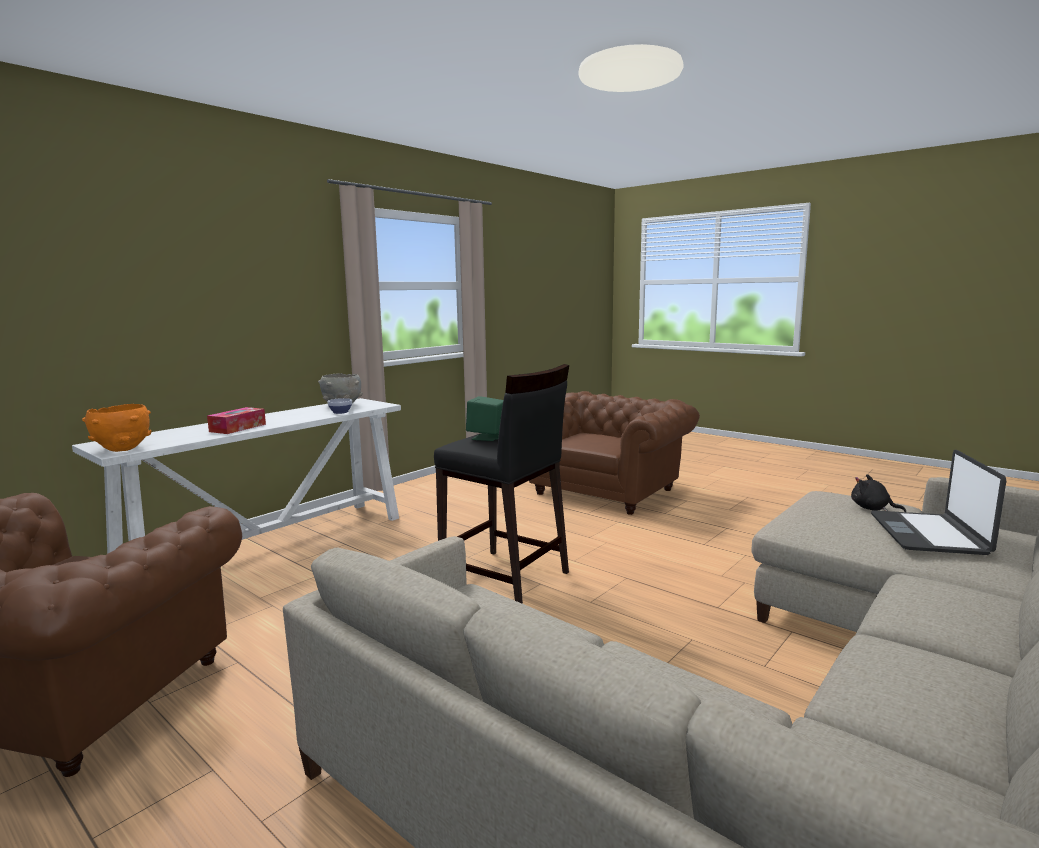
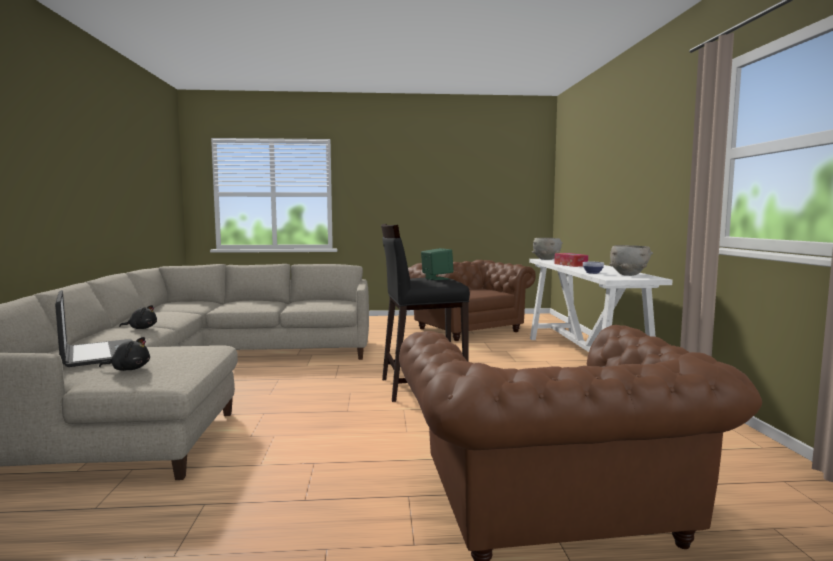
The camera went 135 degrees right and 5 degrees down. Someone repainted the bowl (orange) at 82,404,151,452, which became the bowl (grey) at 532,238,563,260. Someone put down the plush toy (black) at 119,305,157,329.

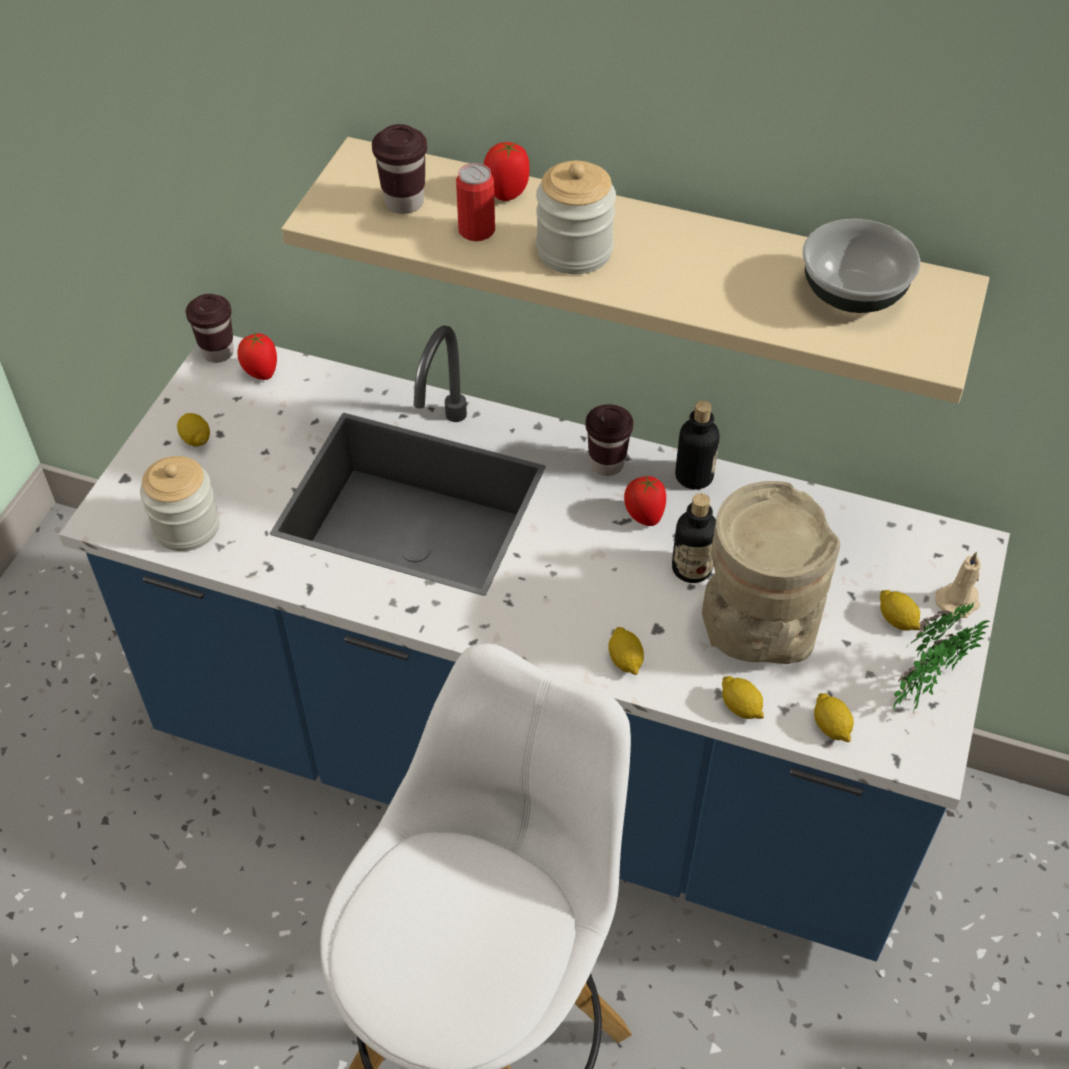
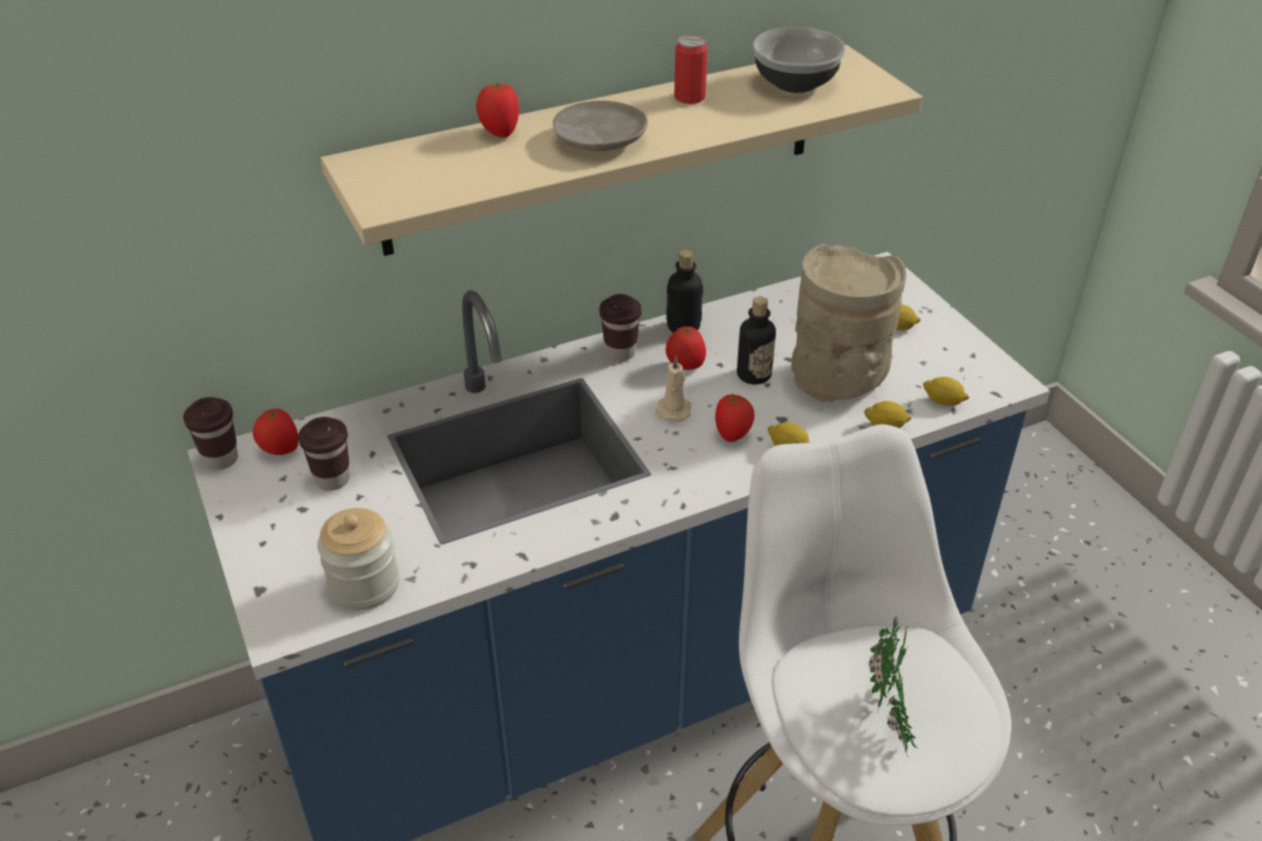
The camera went 45 degrees left and 10 degrees down. Someone took away the lemon at 177,413,210,447. Someone carried the cup (brown) from 372,124,427,214 to 298,417,350,491. Someone carried the can from 456,163,495,241 to 674,35,708,104. Someone swapped the jar at 536,161,616,274 for the plate (beige) at 553,101,648,151. Someone carried the potted plant from 893,601,990,712 to 868,616,917,757. Someone carried the candle (beige) from 935,552,981,618 to 655,355,691,422. Someone put down the tomato at 715,393,755,442.

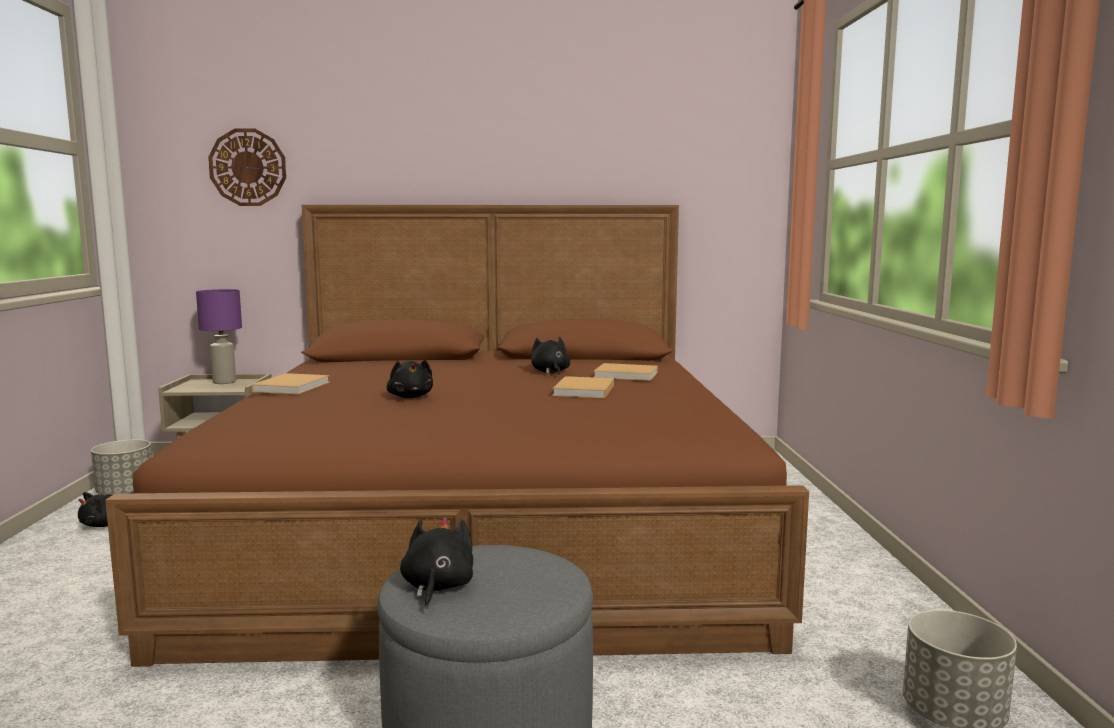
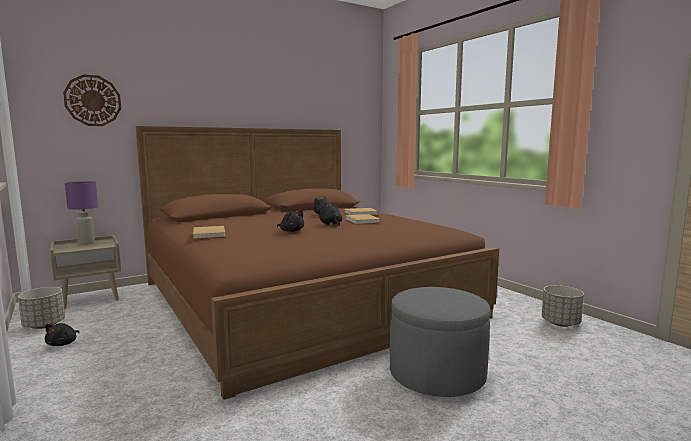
The camera went 30 degrees left and 0 degrees up. Someone carried the plush toy (black) from 400,518,473,609 to 320,204,342,226.

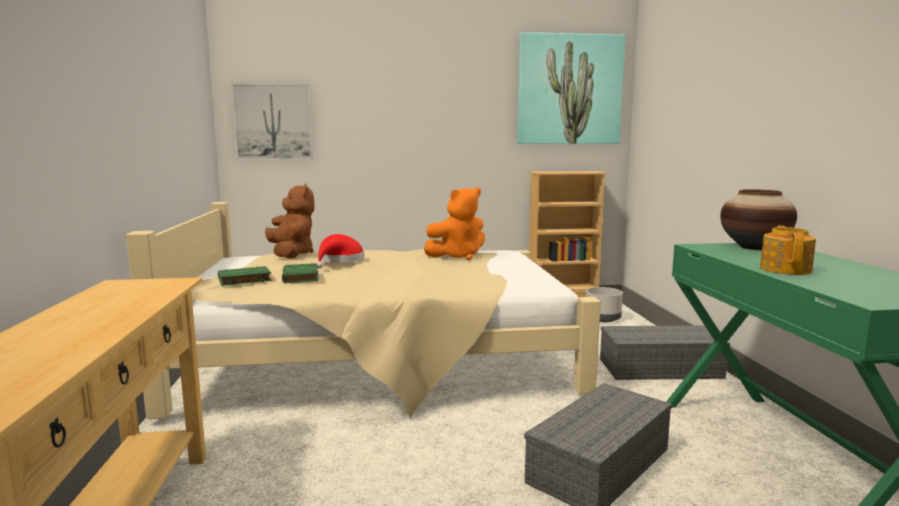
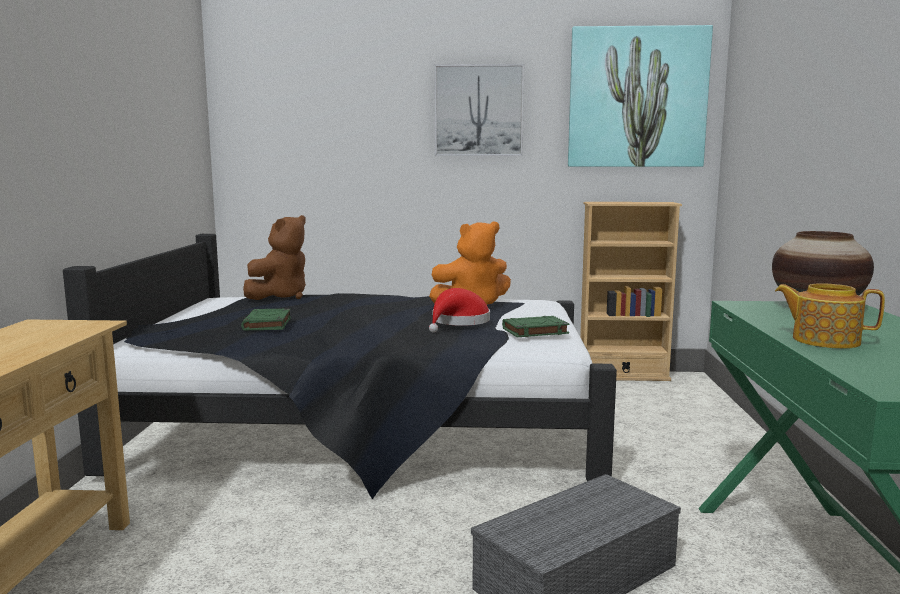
The camera went 10 degrees right and 0 degrees up. Someone repainted the bed (beige) at 126,202,601,419, which became the bed (black) at 63,234,617,499. Someone carried the book (green) from 218,266,272,286 to 502,316,570,337. Someone carried the picture from 231,83,313,160 to 434,64,524,156. Someone rotated the plush toy (brown) at 265,184,315,258 by 45 degrees clockwise. Someone carried the hat (red) from 317,234,364,268 to 429,288,490,333. Someone took away the planter (grey) at 586,287,623,322. Someone took away the storage box (grey) at 600,325,730,380. Someone rotated the teapot at 760,226,816,275 by 90 degrees counterclockwise.

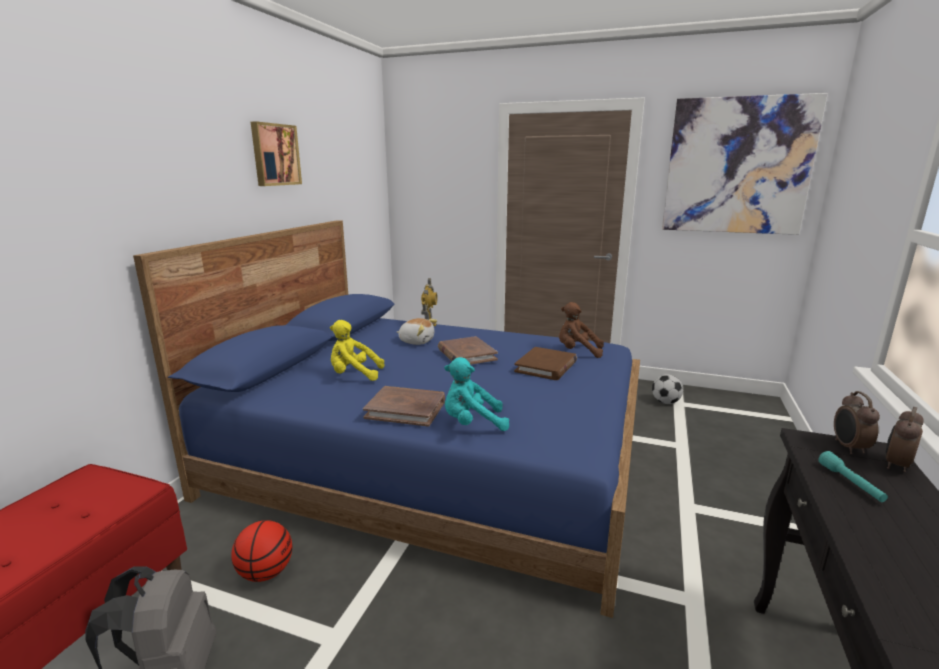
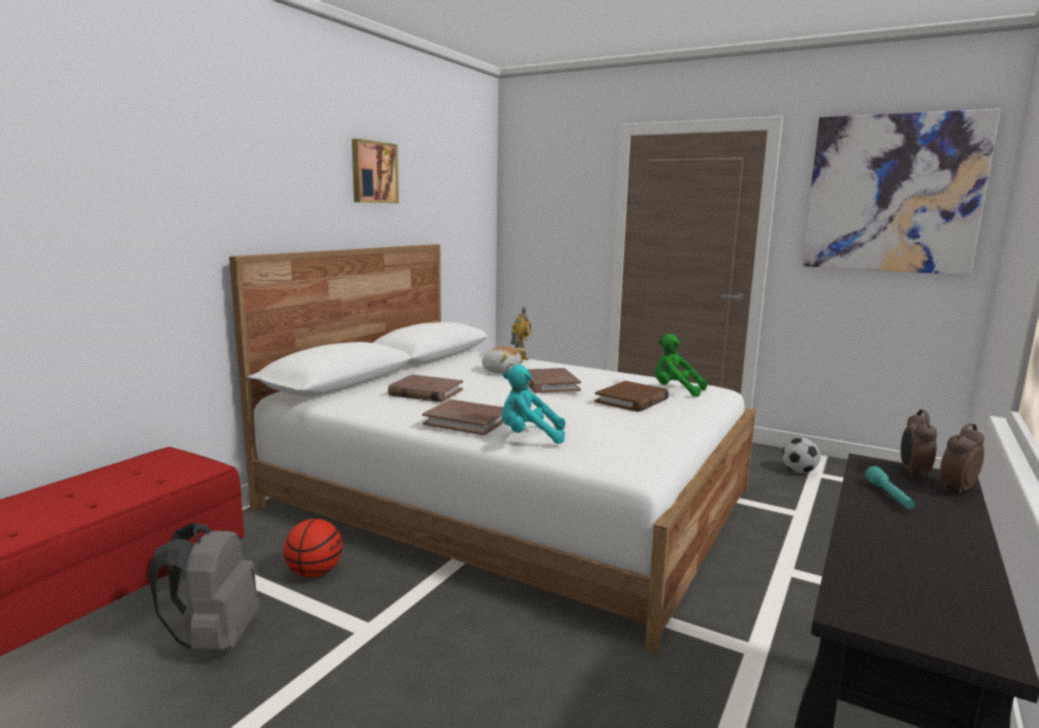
The camera went 10 degrees right and 5 degrees down. Someone repainted the bed (blue) at 133,220,640,618, which became the bed (white) at 229,244,756,653. Someone swapped the plush toy (yellow) at 330,320,385,381 for the book (brown) at 388,375,463,402. Someone repainted the plush toy (brown) at 559,302,604,358, which became the plush toy (green) at 655,334,707,397.

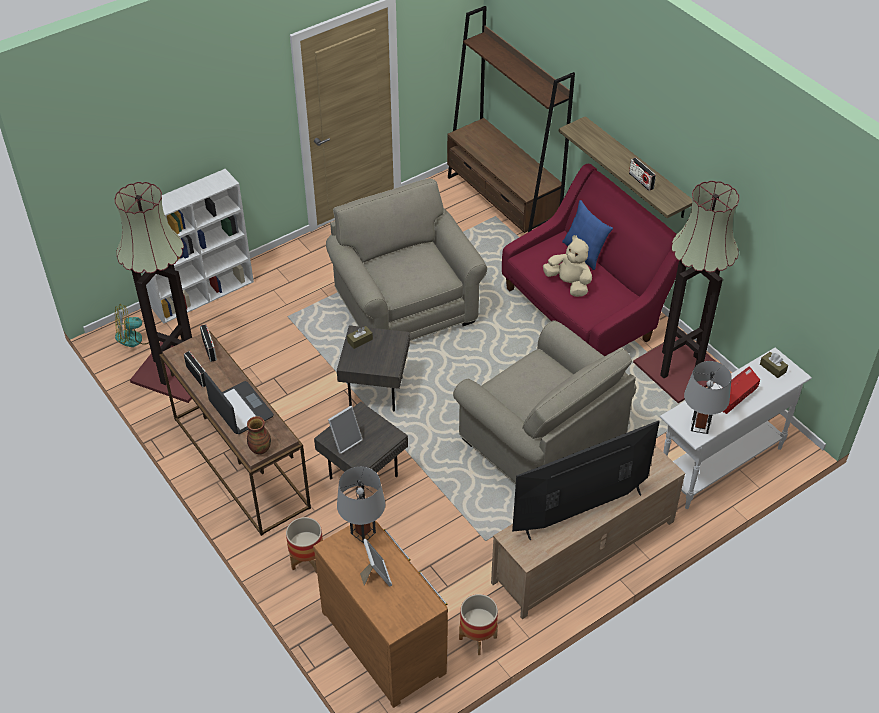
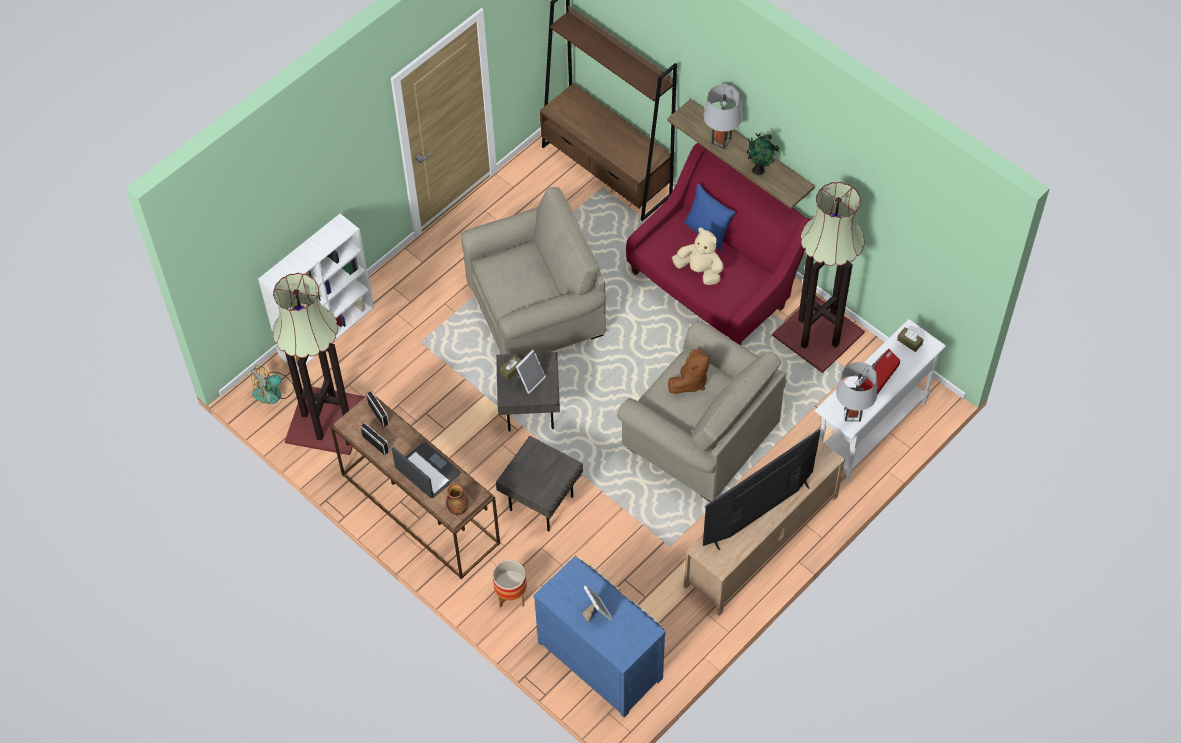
The camera went 10 degrees left and 10 degrees up. Someone repainted the dresser (brown) at 313,521,448,708, which became the dresser (blue) at 534,556,666,717. Someone rotated the armchair (beige) at 326,178,487,341 by 105 degrees clockwise. Someone carried the picture frame from 328,406,363,454 to 516,350,546,394. Someone carried the table lamp (grey) from 337,466,385,543 to 703,84,743,149. Someone took away the planter at 459,594,498,655. Someone swapped the radio at 629,158,656,191 for the potted plant at 747,133,779,175. Someone put down the plush toy (brown) at 668,349,710,394.

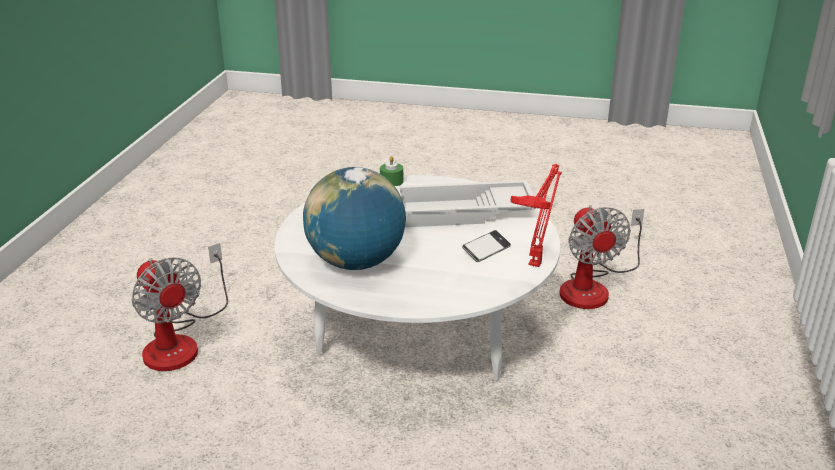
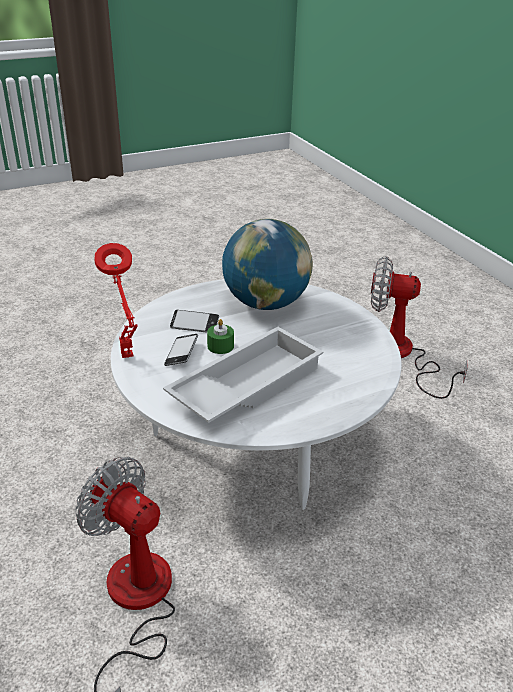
The camera went 140 degrees right and 5 degrees up. Someone carried the candle (green) from 380,156,403,186 to 207,319,234,354. Someone put down the phone at 170,310,219,333.

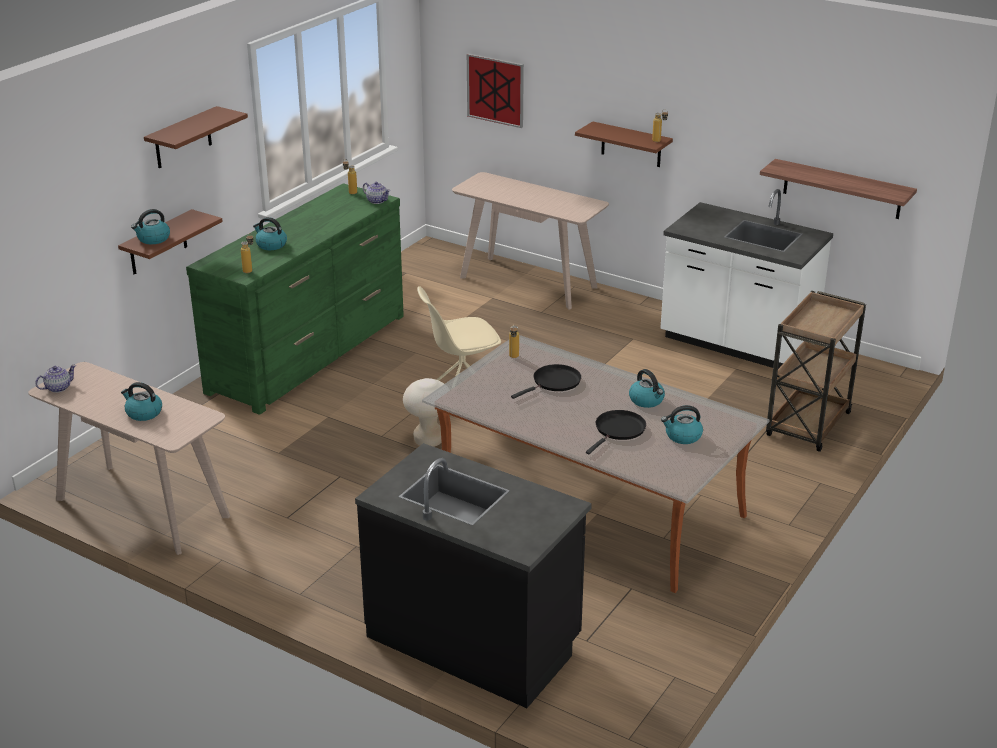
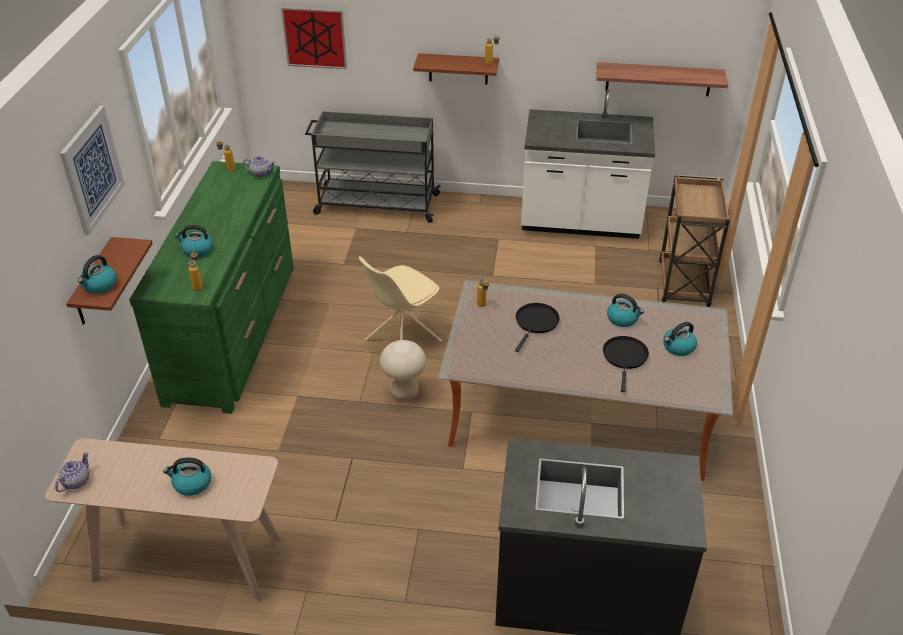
The camera went 25 degrees left and 10 degrees up. Someone swapped the shelf (brown) at 144,106,248,168 for the picture at 60,105,125,235. Someone swapped the console table (beige) at 452,172,609,309 for the cart (grey) at 305,111,441,223.

